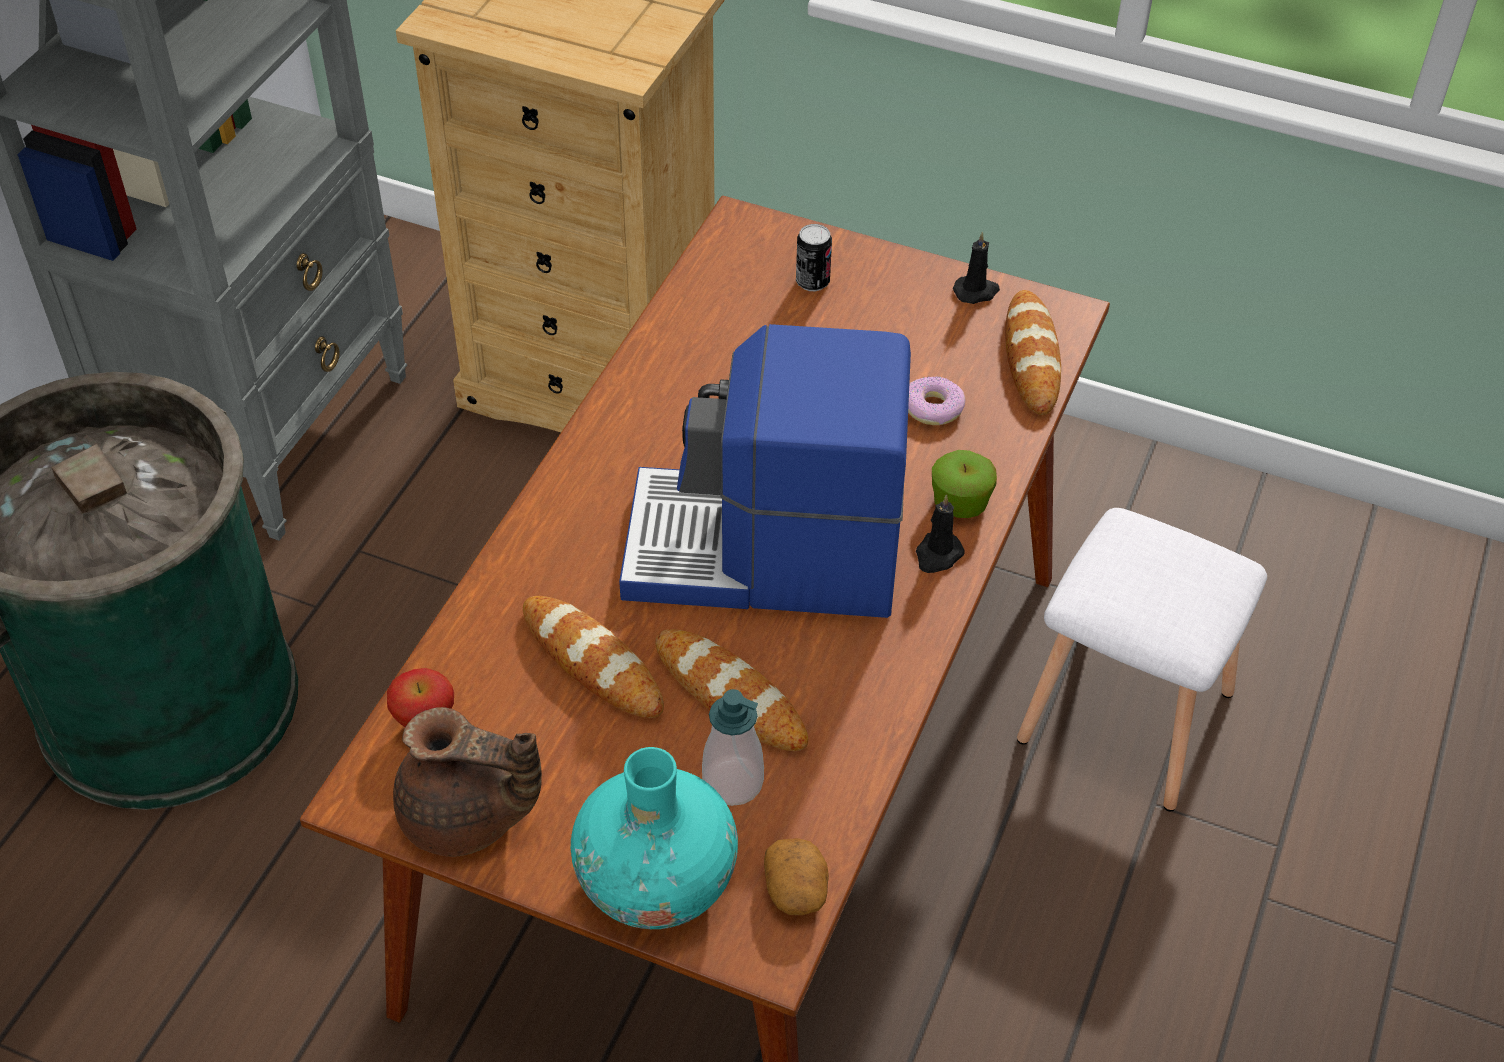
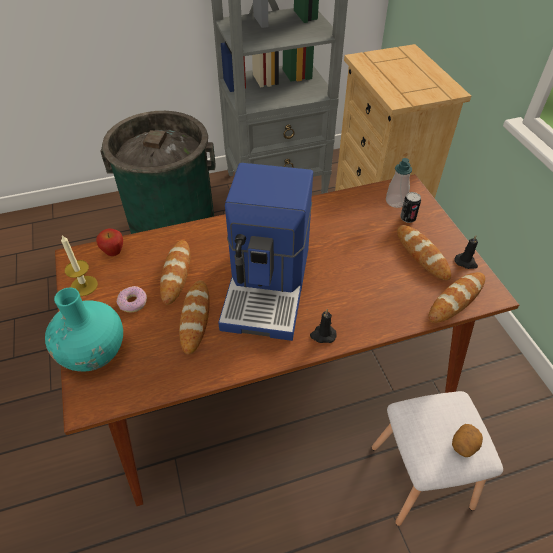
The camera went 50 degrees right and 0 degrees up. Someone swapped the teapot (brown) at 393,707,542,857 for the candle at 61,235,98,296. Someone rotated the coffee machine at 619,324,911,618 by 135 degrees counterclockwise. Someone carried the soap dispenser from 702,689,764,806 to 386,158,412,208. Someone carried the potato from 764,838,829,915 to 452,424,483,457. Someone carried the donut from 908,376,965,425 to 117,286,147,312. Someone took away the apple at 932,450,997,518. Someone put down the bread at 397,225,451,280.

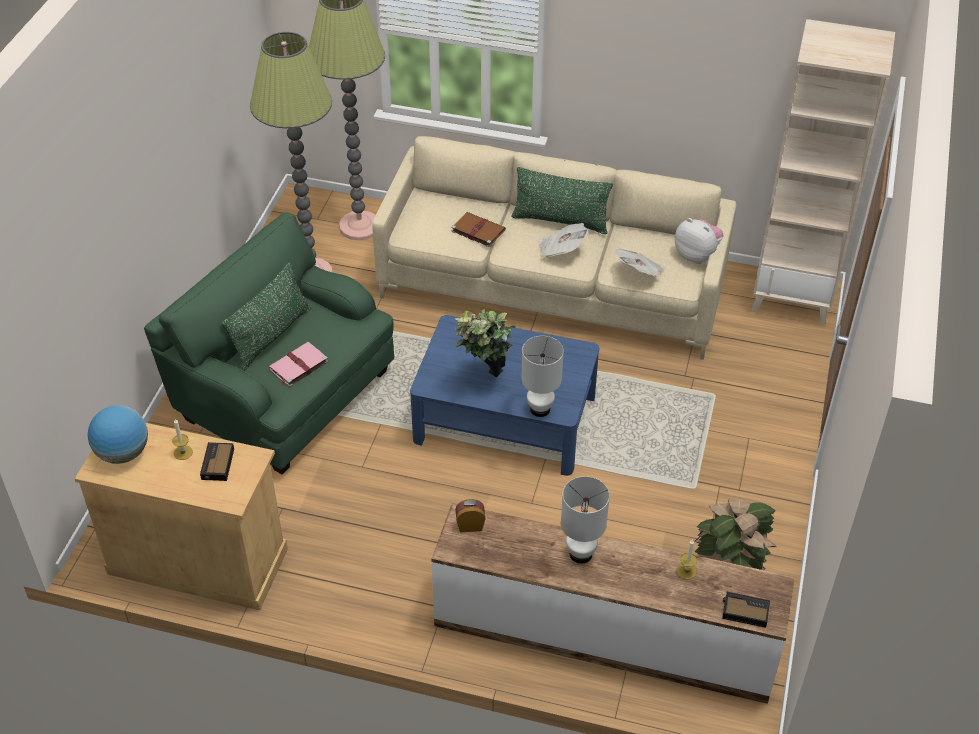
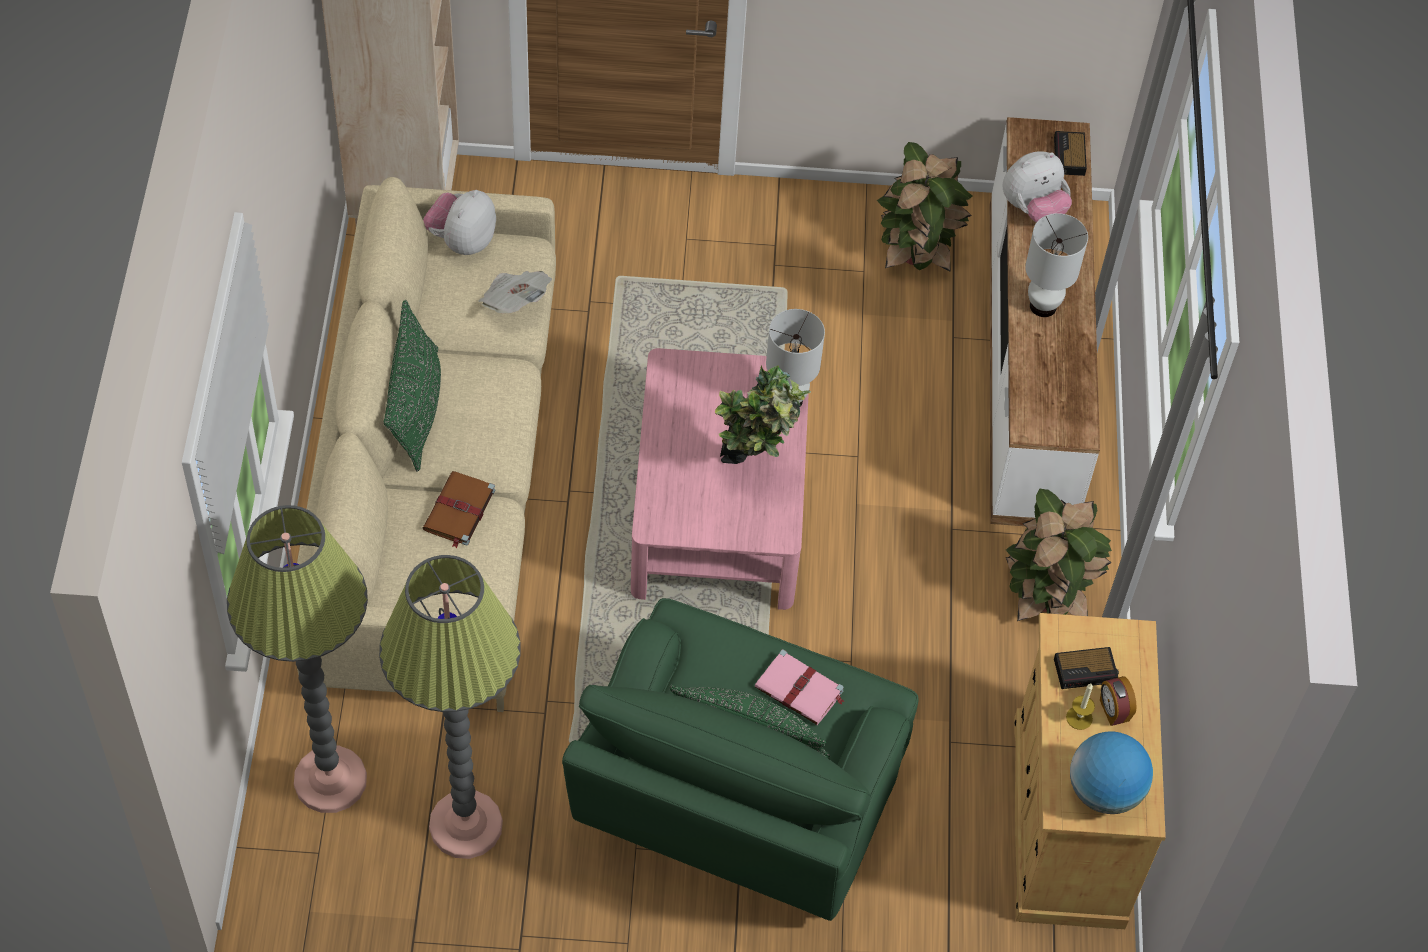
The camera went 105 degrees left and 10 degrees up. Someone repainted the coffee table (blue) at 410,315,599,476, which became the coffee table (pink) at 631,348,809,610. Someone carried the alarm clock from 455,499,485,532 to 1100,676,1137,726. Someone took away the newspaper at 538,223,588,257. Someone swapped the candle at 677,539,697,579 for the plush toy at 1002,151,1072,223. Someone put down the potted plant at 1006,488,1112,621.

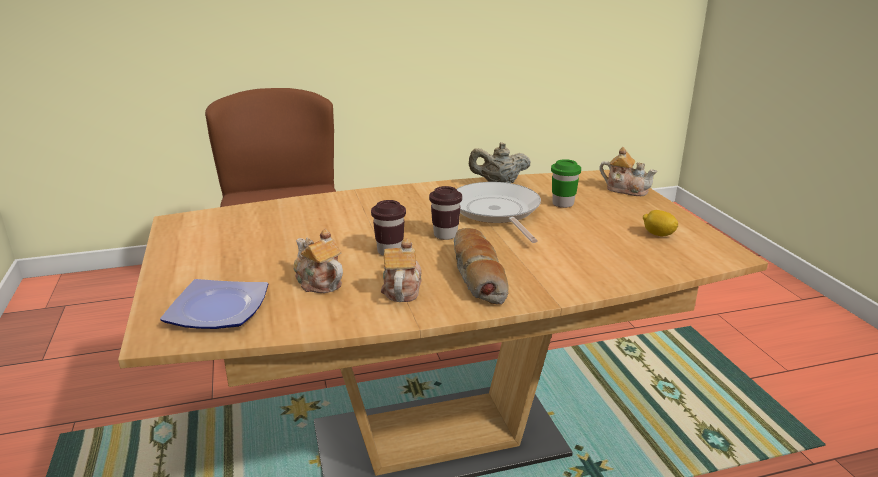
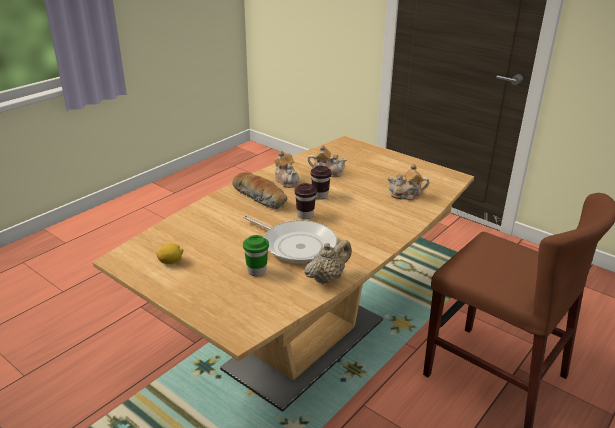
The camera went 145 degrees right and 5 degrees up. Someone took away the plate at 160,279,268,329. Someone carried the teapot from 599,147,658,196 to 387,164,429,200.

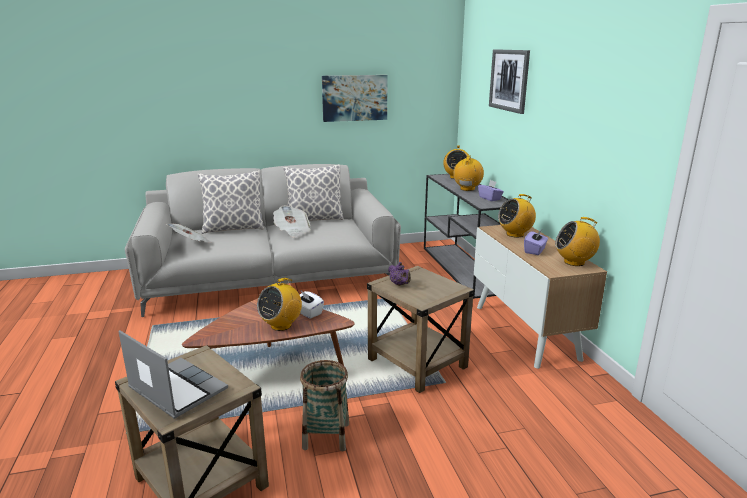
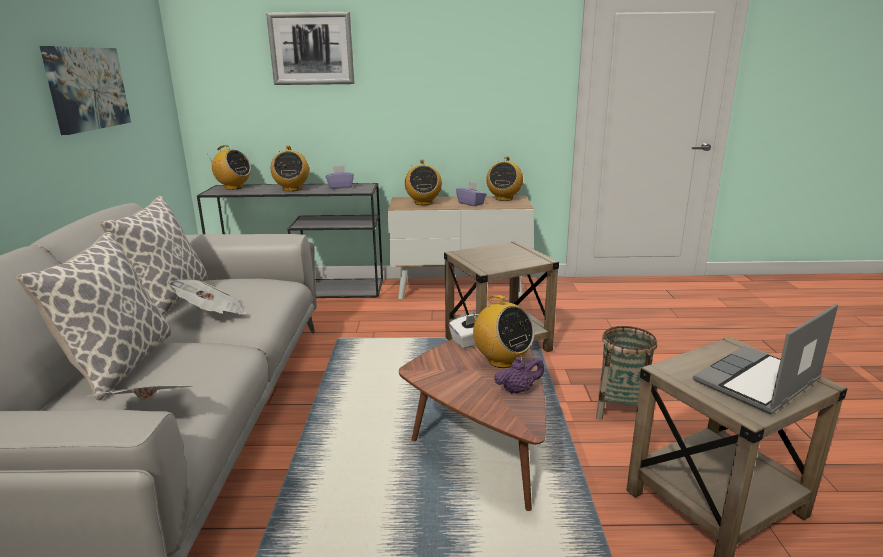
The camera went 75 degrees left and 0 degrees up. Someone carried the teapot (purple) from 388,262,411,286 to 494,357,544,394. Someone rotated the radio at 453,155,484,191 by 135 degrees counterclockwise.

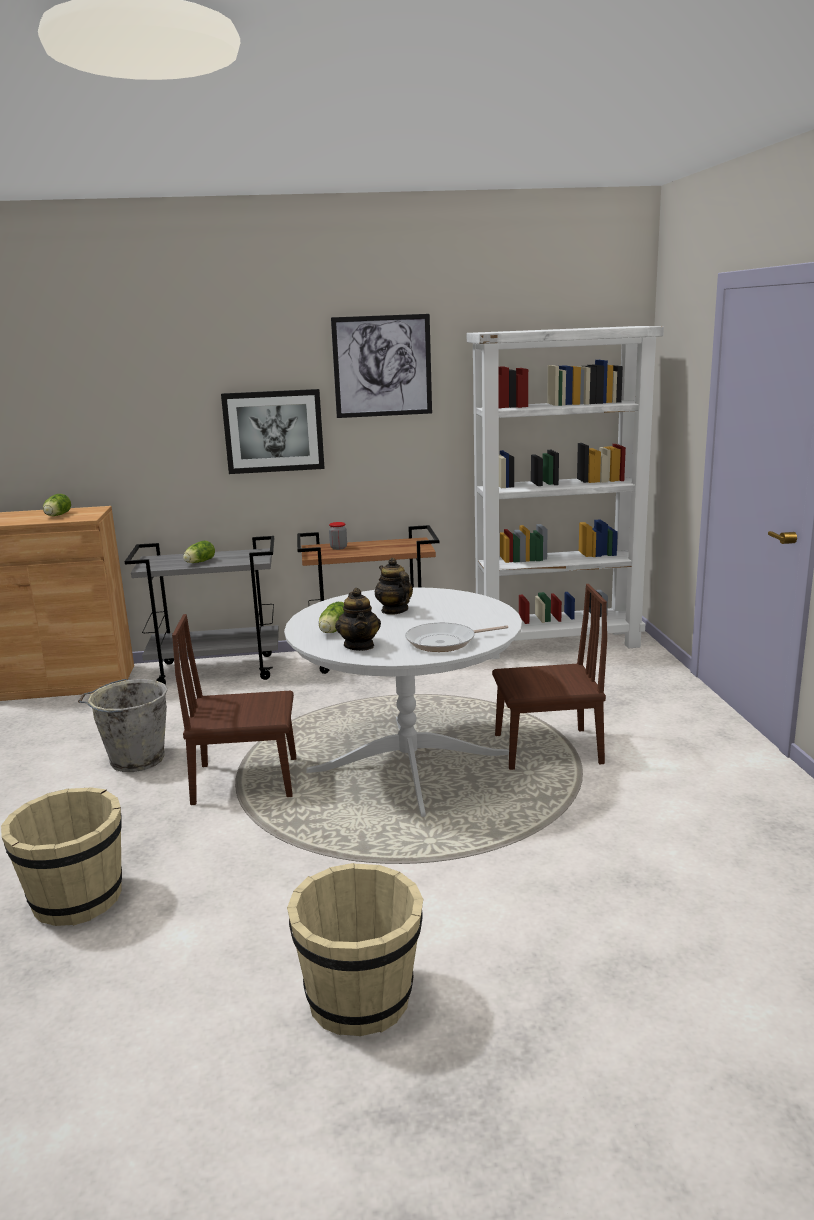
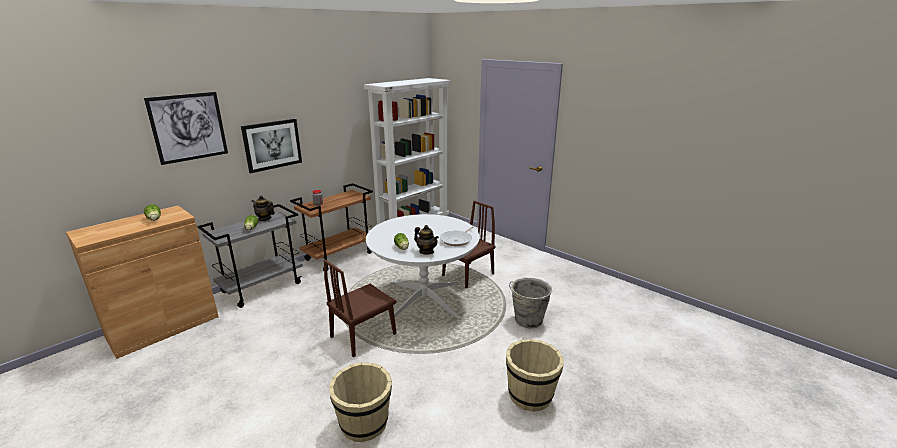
The camera went 40 degrees left and 5 degrees up. Someone carried the bucket (grey) from 78,679,168,772 to 509,278,552,328. Someone carried the picture from 331,314,432,418 to 144,92,228,165. Someone carried the teapot from 375,558,413,615 to 252,195,275,221.

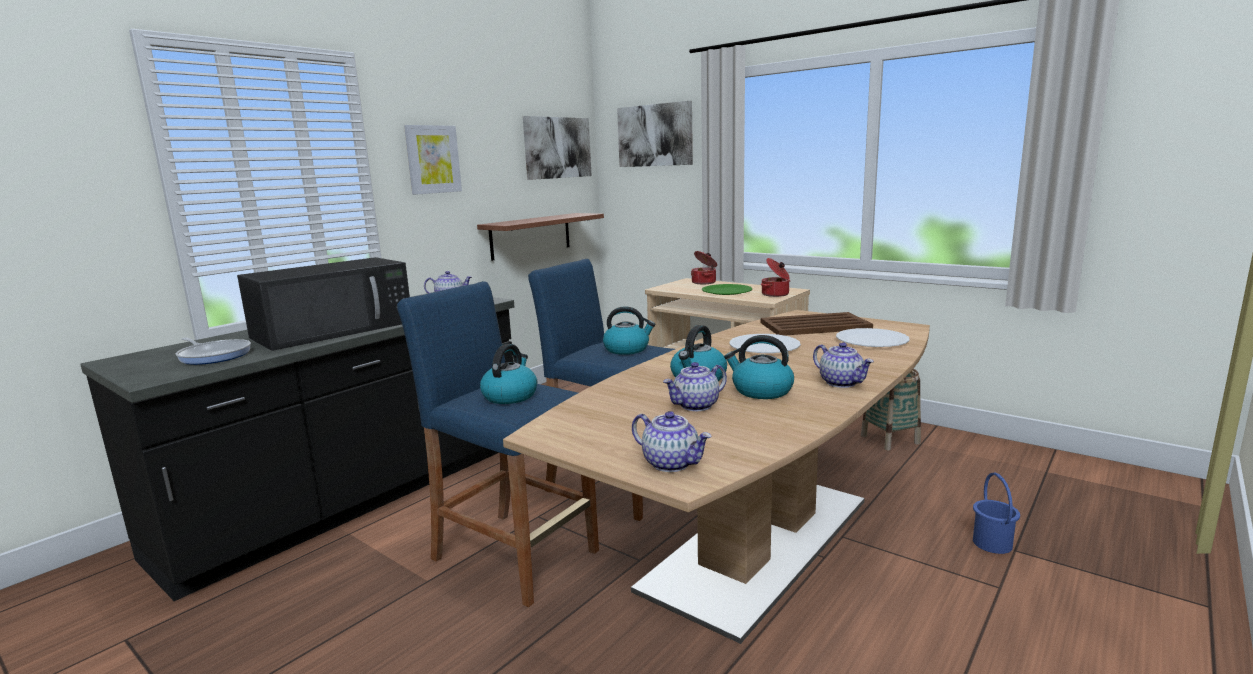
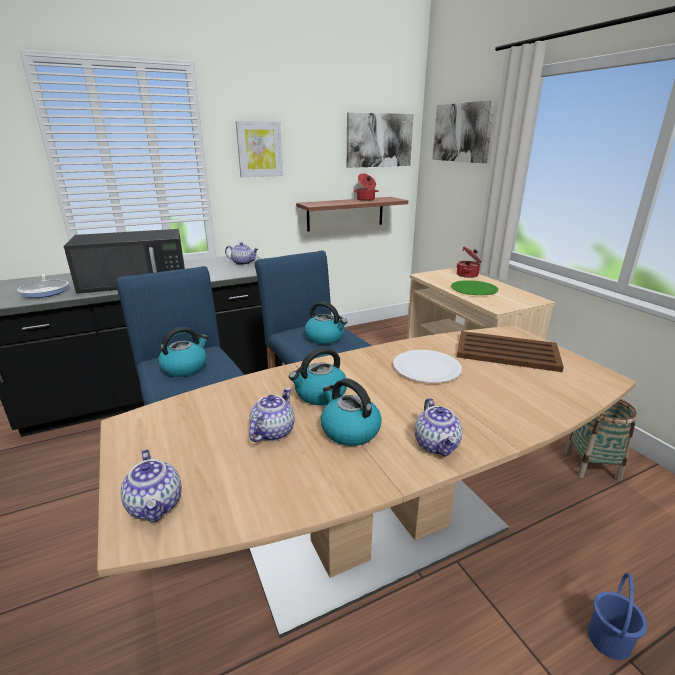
The camera went 25 degrees right and 10 degrees up. Someone rotated the teapot at 663,362,727,411 by 120 degrees clockwise. Someone carried the cooking pot from 761,258,791,297 to 353,173,379,201. Someone took away the plate (white) at 836,328,910,347.

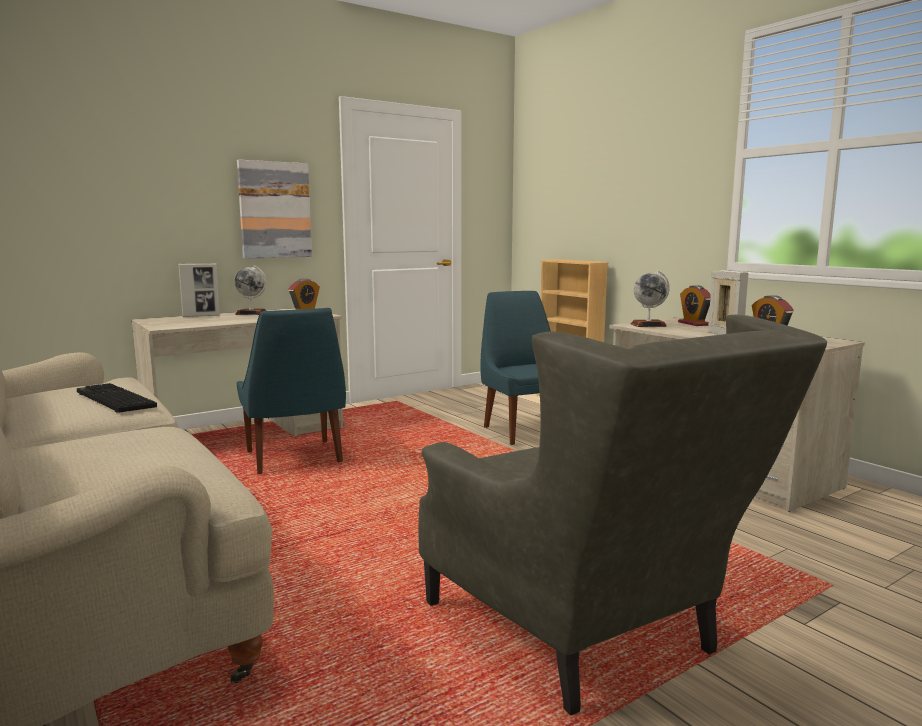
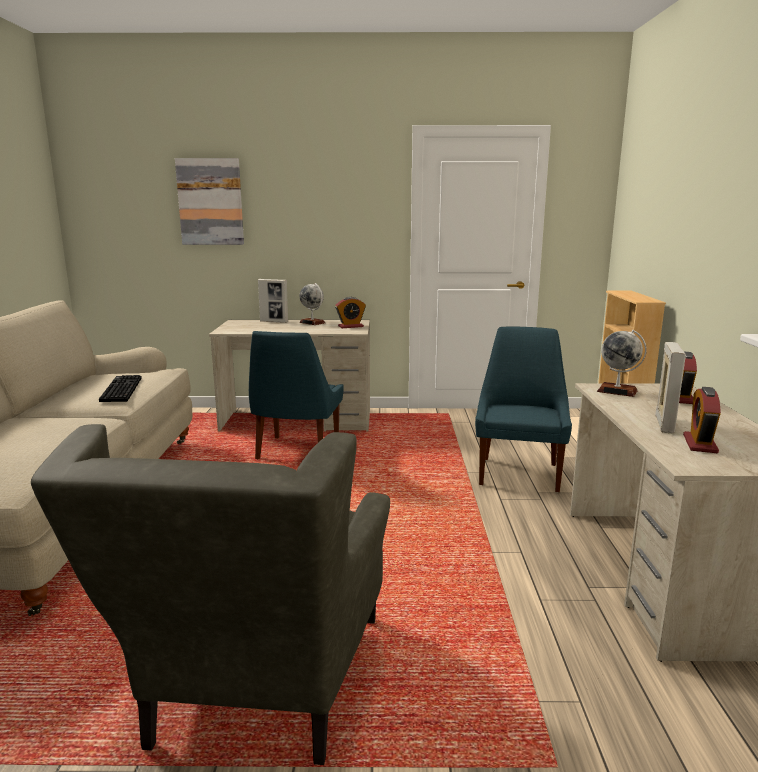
The camera went 35 degrees right and 5 degrees up. Someone carried the picture from 237,160,312,259 to 175,158,244,245.

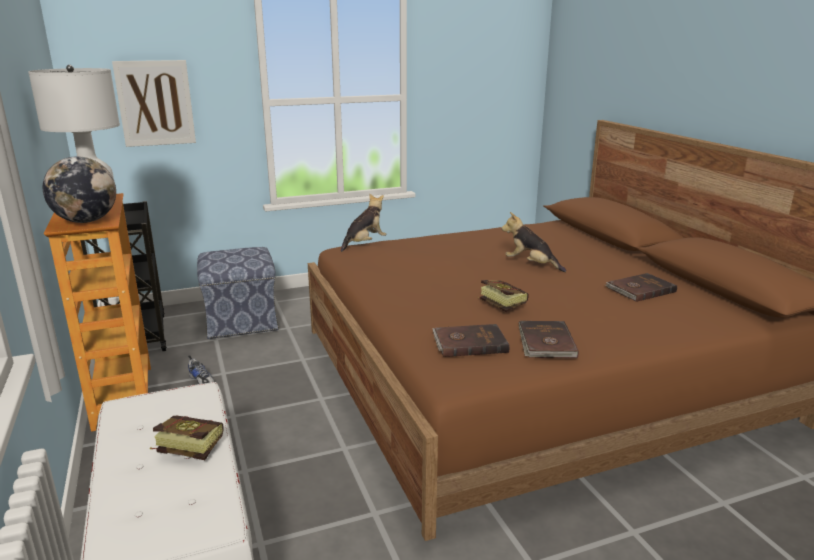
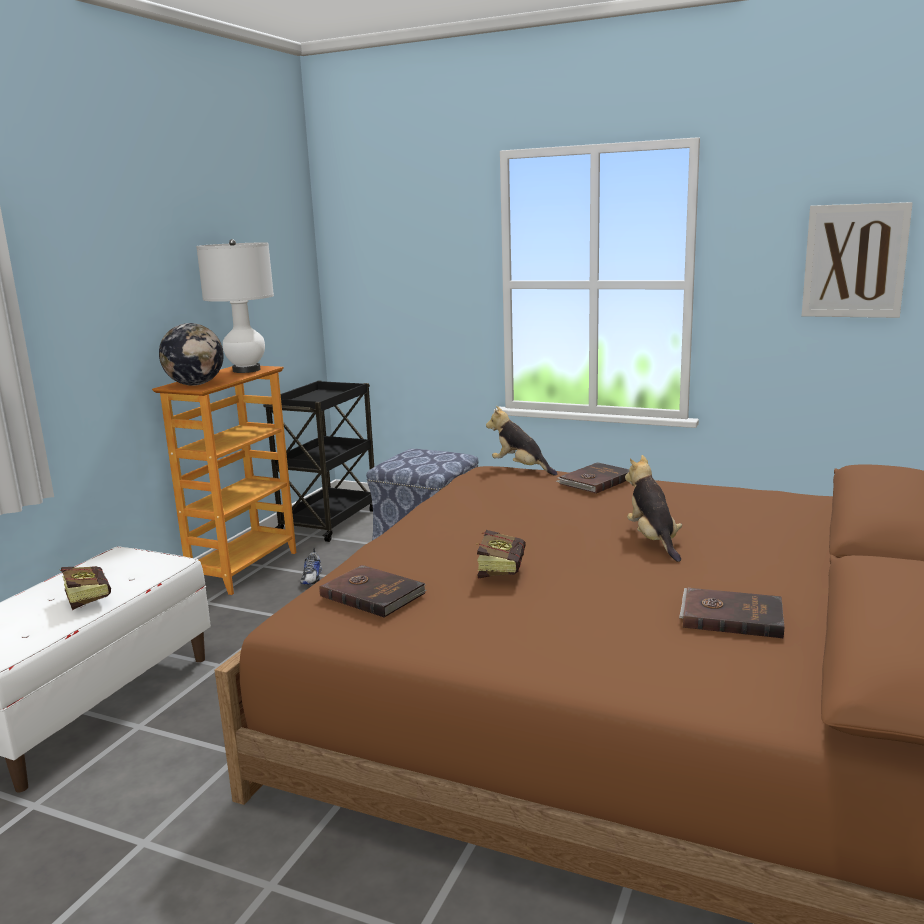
The camera went 45 degrees right and 5 degrees down. Someone carried the picture from 112,60,196,147 to 802,202,913,318. Someone rotated the plush toy at 341,194,386,252 by 135 degrees counterclockwise. Someone carried the book (brown) from 518,321,579,358 to 556,462,629,494.

